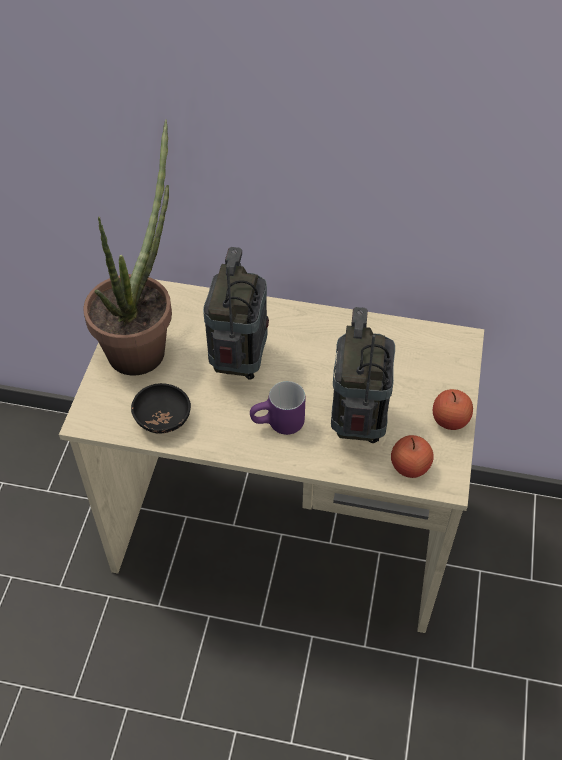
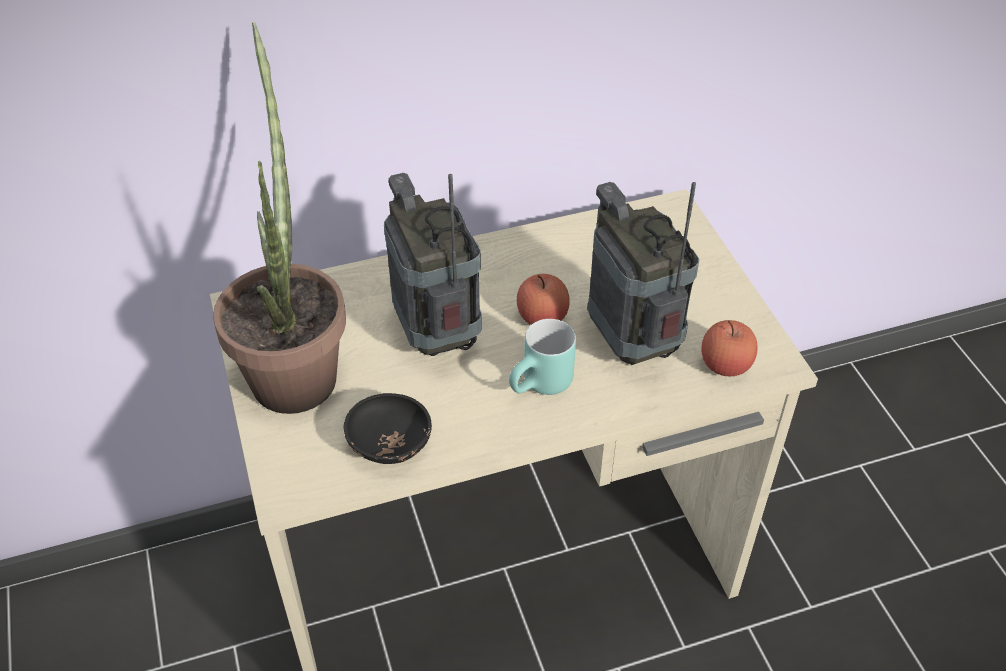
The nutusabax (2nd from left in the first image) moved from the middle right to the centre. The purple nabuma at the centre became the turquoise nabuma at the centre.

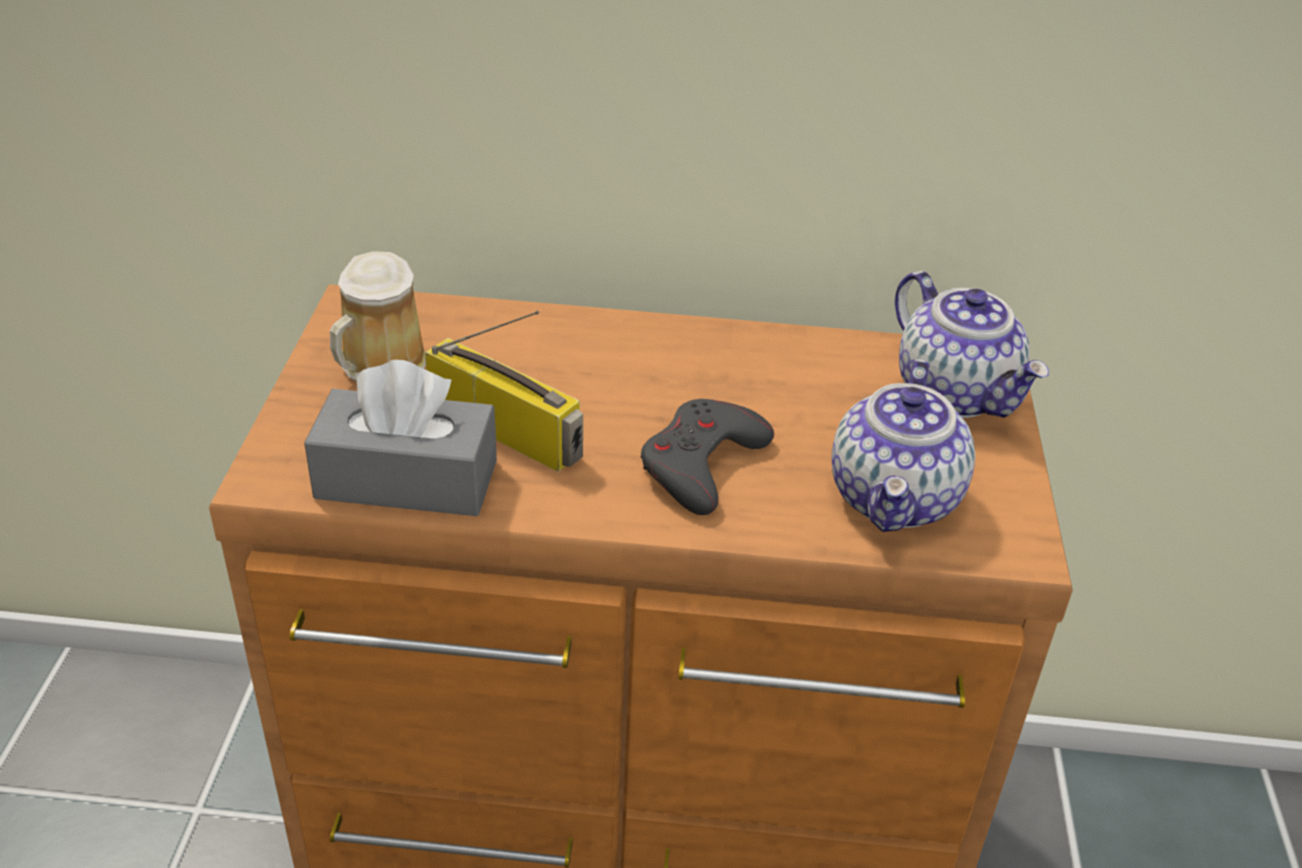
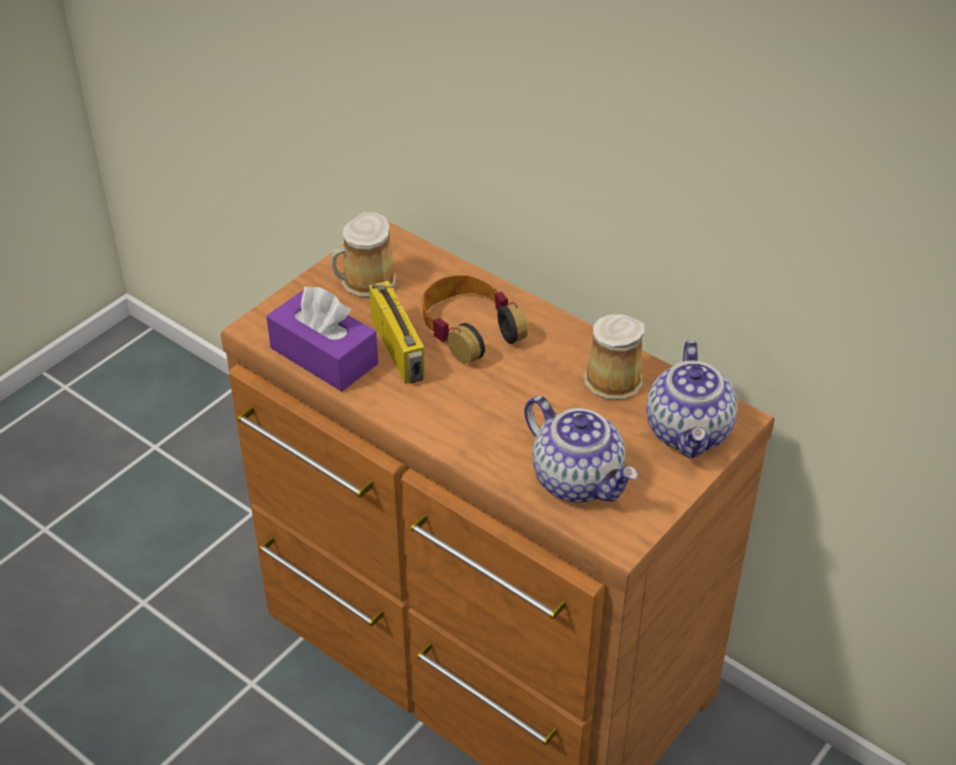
The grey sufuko at the centre disappeared. The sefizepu at the centre appeared. The nabuma (2nd from left) at the centre appeared. The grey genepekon at the middle left became the purple genepekon at the centre. The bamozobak (1st from left) at the middle right turned 90 degrees counterclockwise.

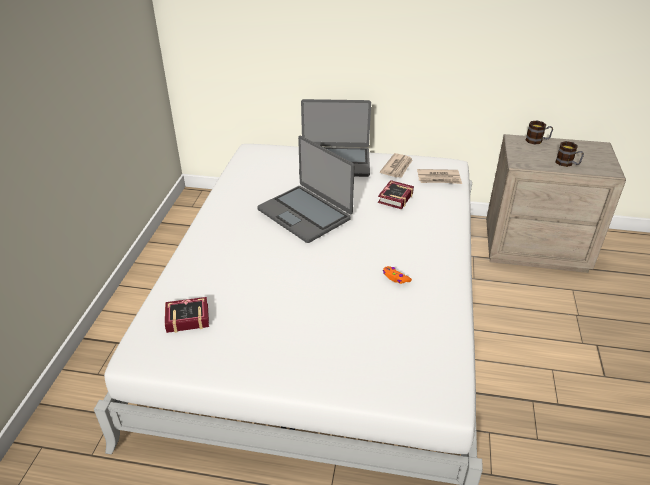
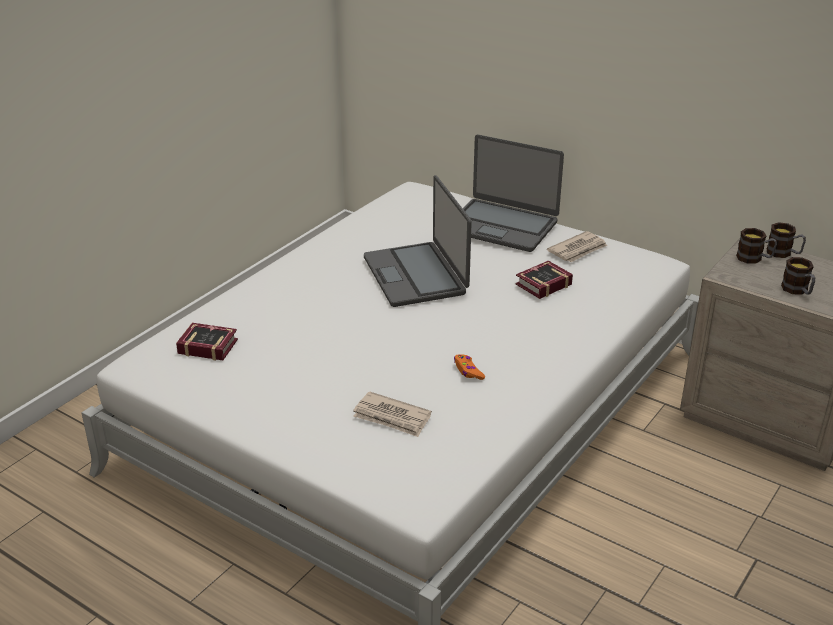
The nabuma (1st from left) at the middle right appeared. The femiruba (2nd from left in the first image) moved from the middle right to the centre.

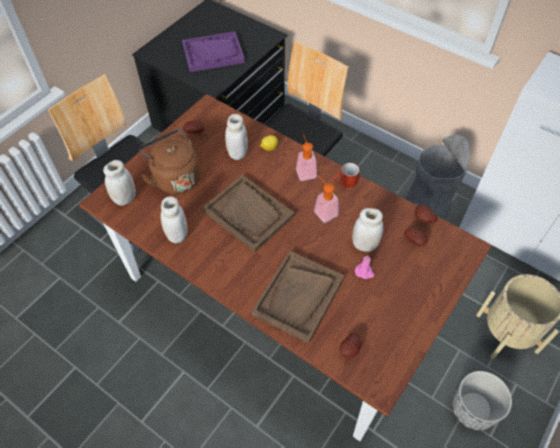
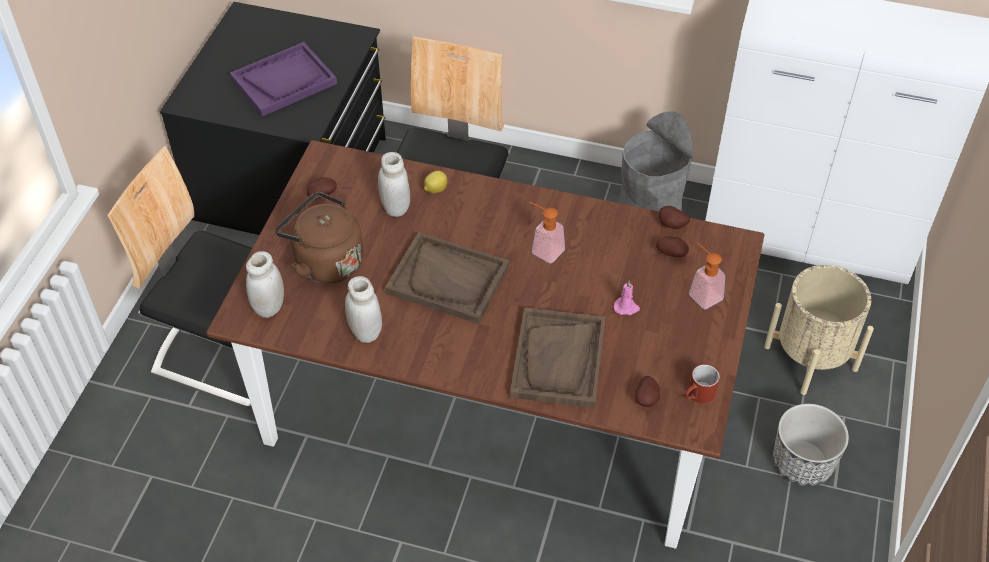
The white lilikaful (4th from left) at the centre disappeared. The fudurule (1st from left in the first image) moved from the centre to the middle right. The red nabuma moved from the centre to the bottom right.

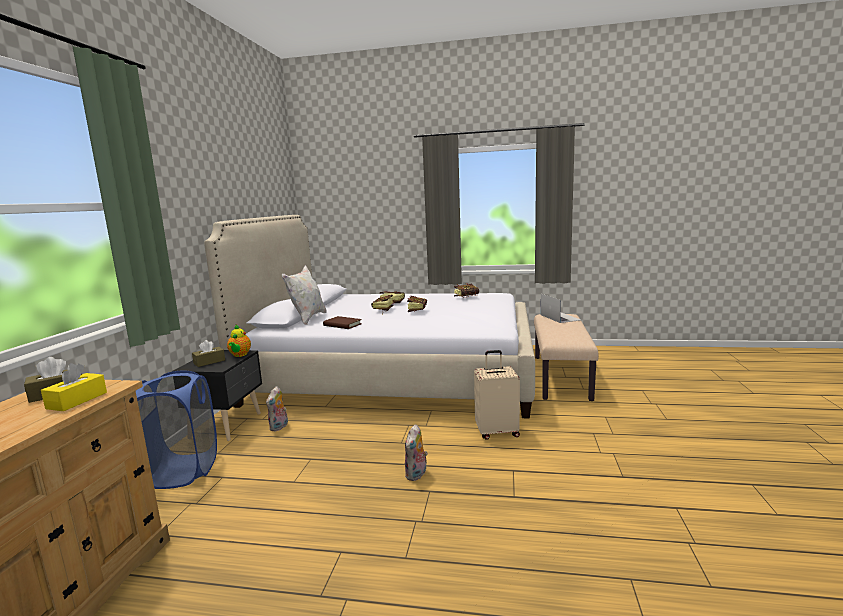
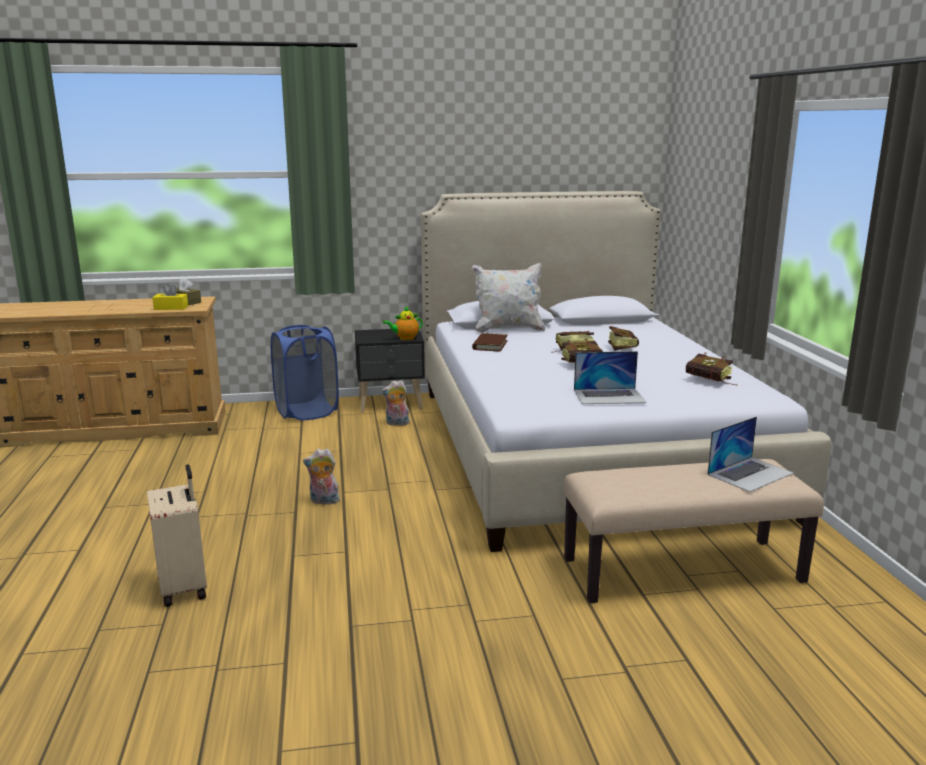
The brown genepekon (2nd from left) at the middle left disappeared. The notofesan (1st from left) at the centre appeared. The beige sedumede moved from the centre to the bottom left.

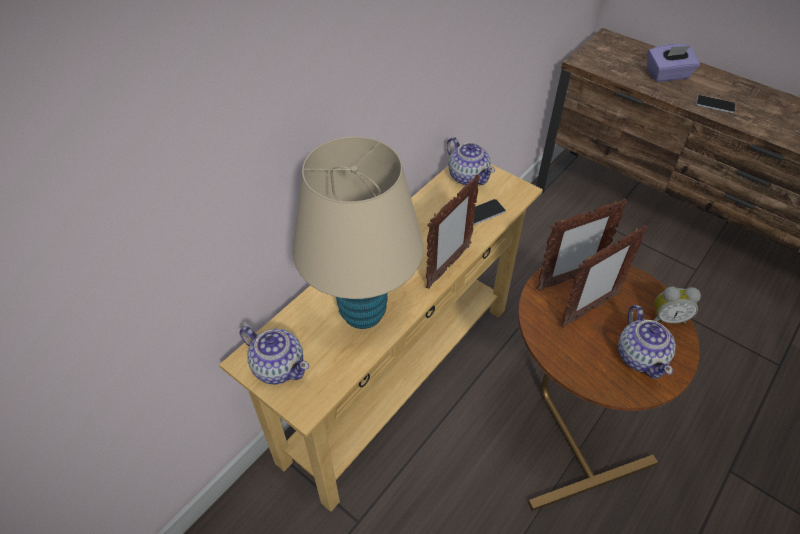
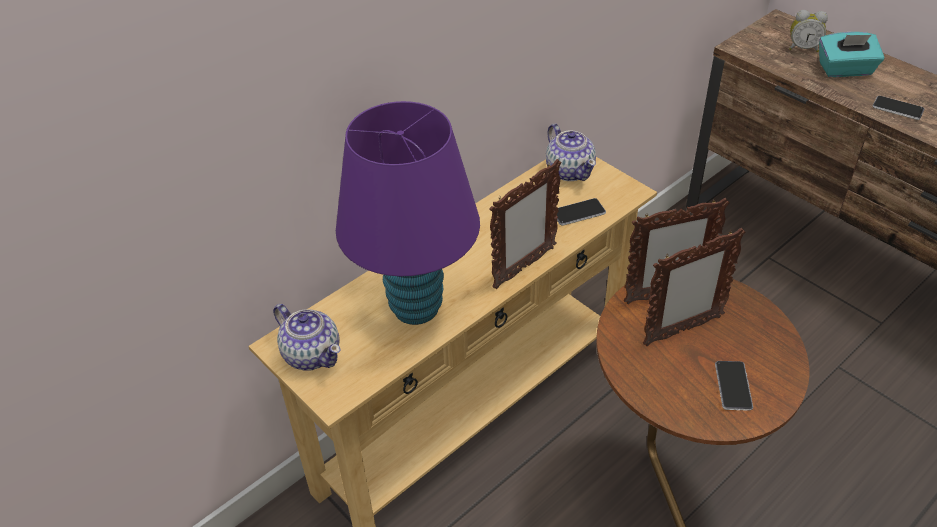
The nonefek moved from the middle right to the top right. The bamozobak (3rd from left) at the middle right was replaced by the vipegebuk (2nd from left) at the bottom right. The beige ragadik at the centre became the purple ragadik at the centre. The purple genepekon at the top right became the turquoise genepekon at the top right.

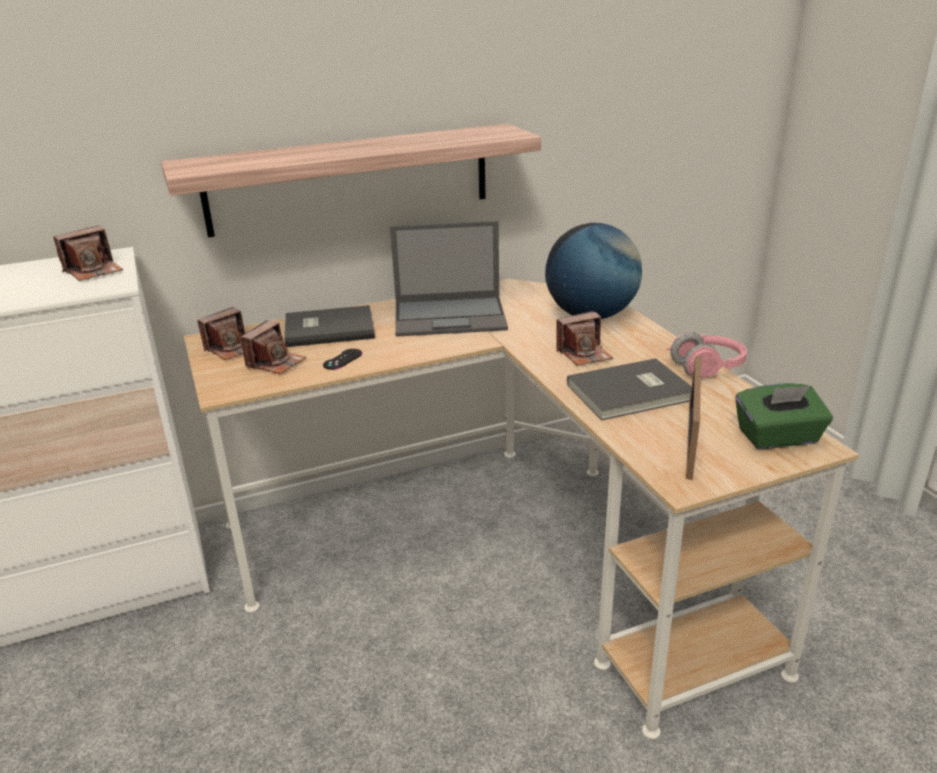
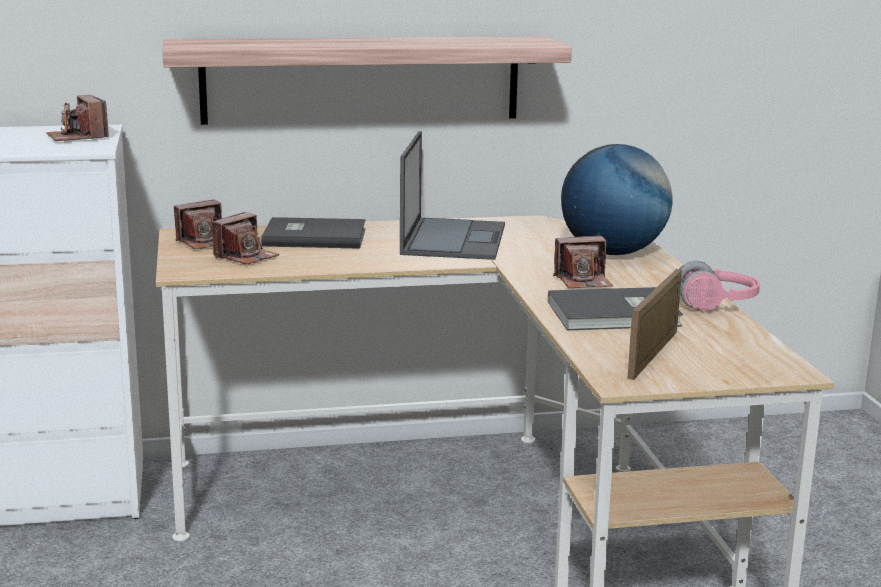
The black sufuko at the centre disappeared. The green genepekon at the middle right disappeared. The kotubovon (1st from left) at the top left turned 90 degrees clockwise. The notofesan at the centre turned 90 degrees counterclockwise.

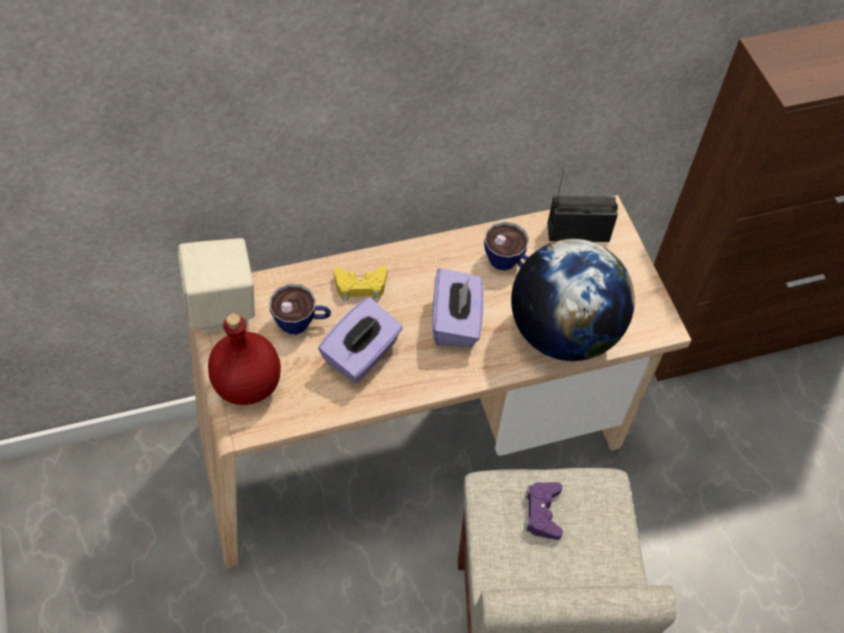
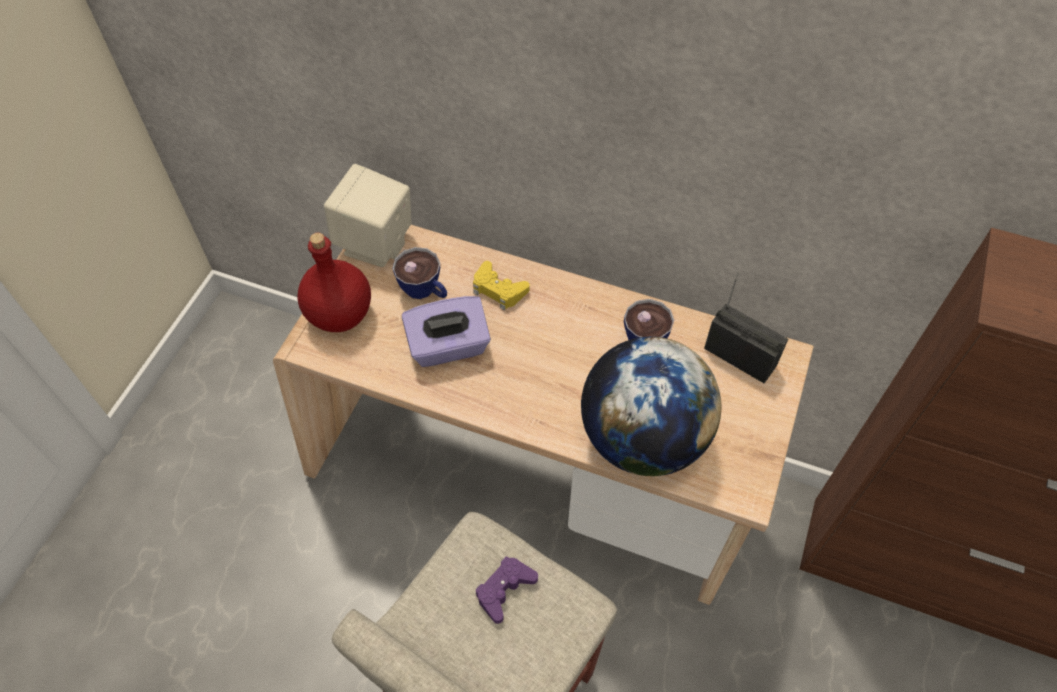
The purple genepekon (2nd from left) at the centre disappeared.

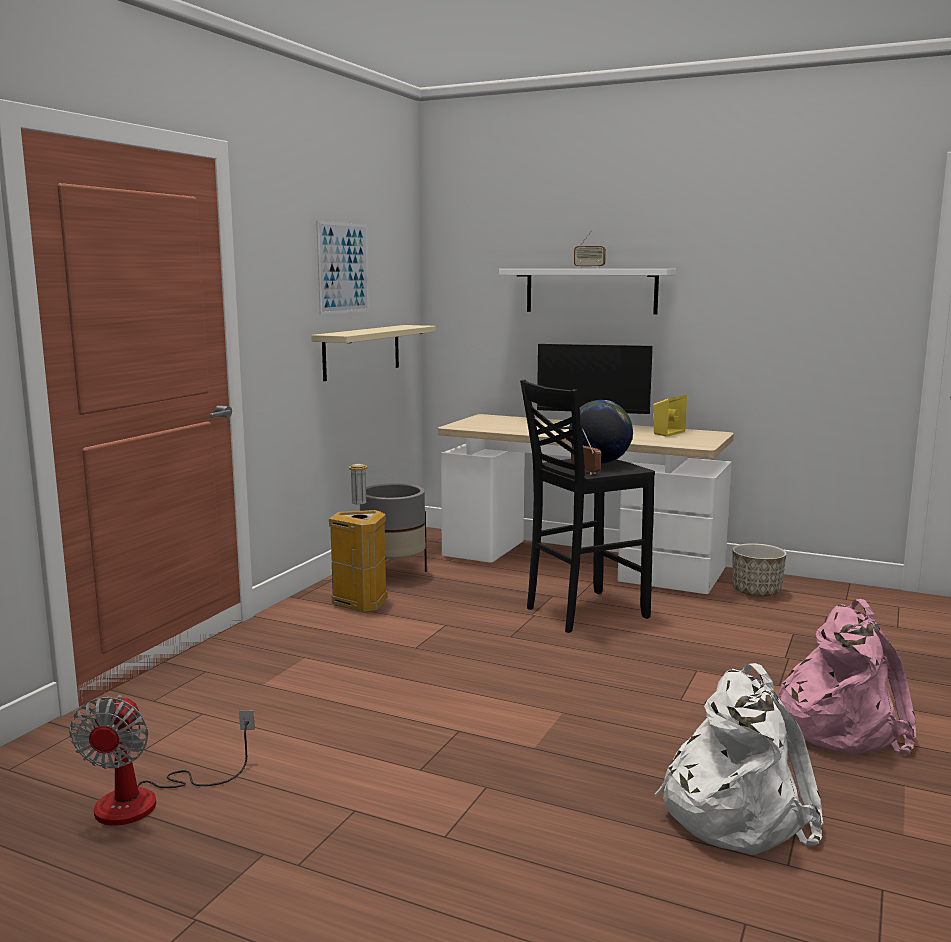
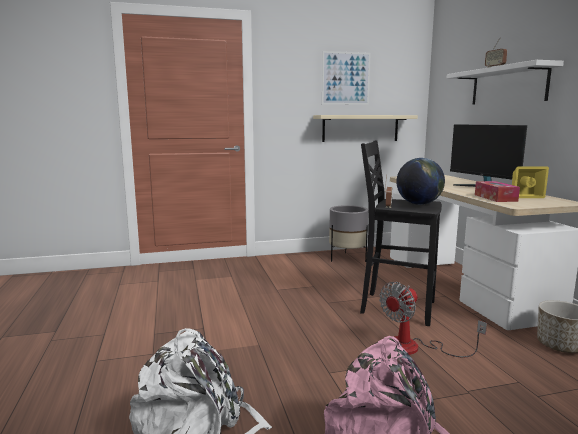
The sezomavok at the centre disappeared. The genepekon at the middle right appeared. The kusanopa moved from the bottom left to the bottom right.

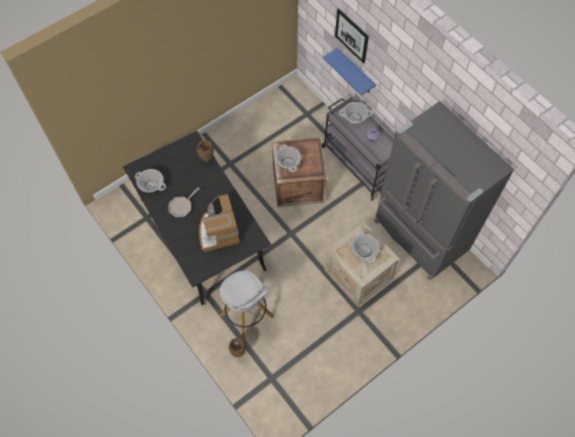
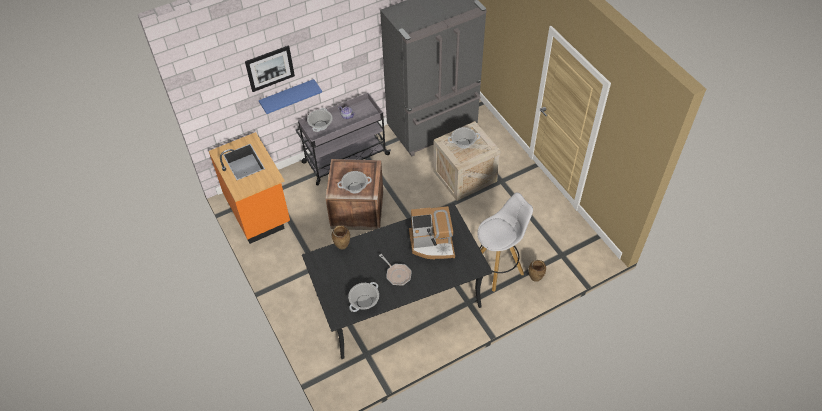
The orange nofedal at the middle left appeared.

